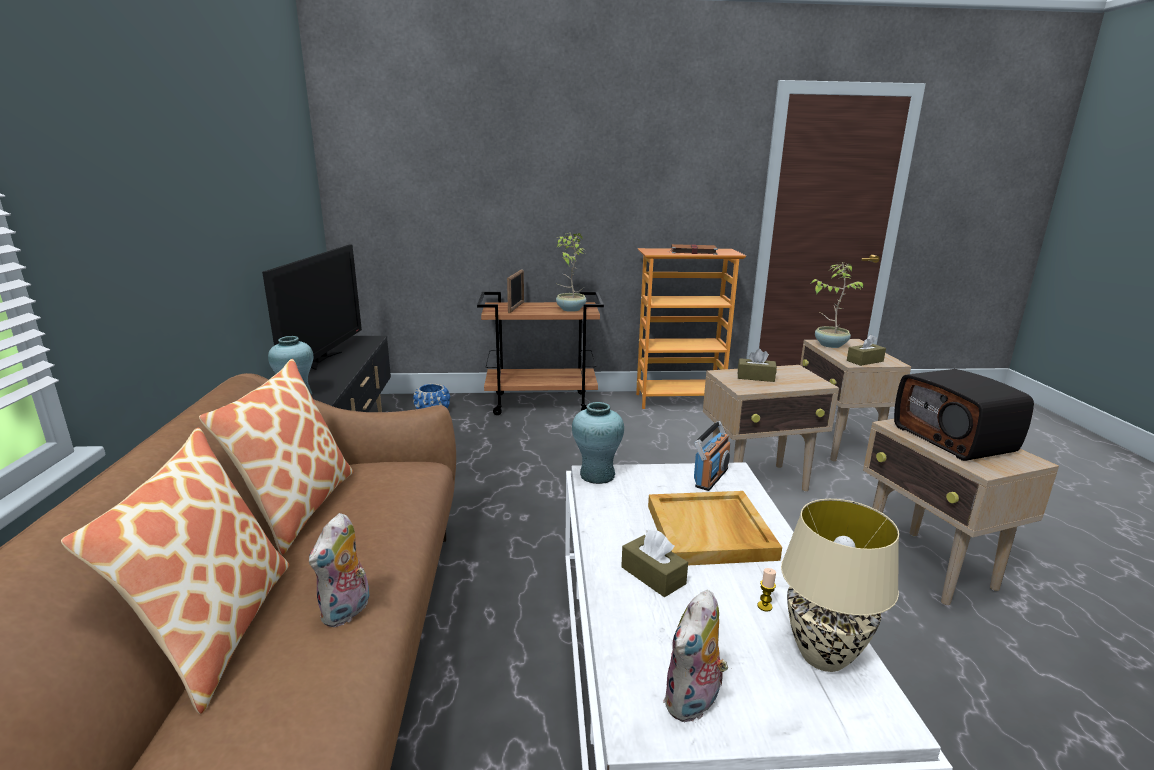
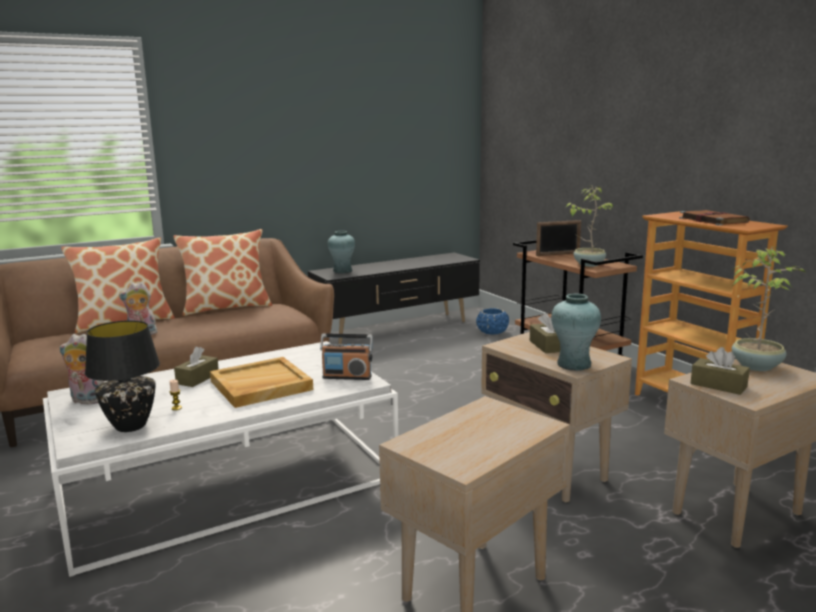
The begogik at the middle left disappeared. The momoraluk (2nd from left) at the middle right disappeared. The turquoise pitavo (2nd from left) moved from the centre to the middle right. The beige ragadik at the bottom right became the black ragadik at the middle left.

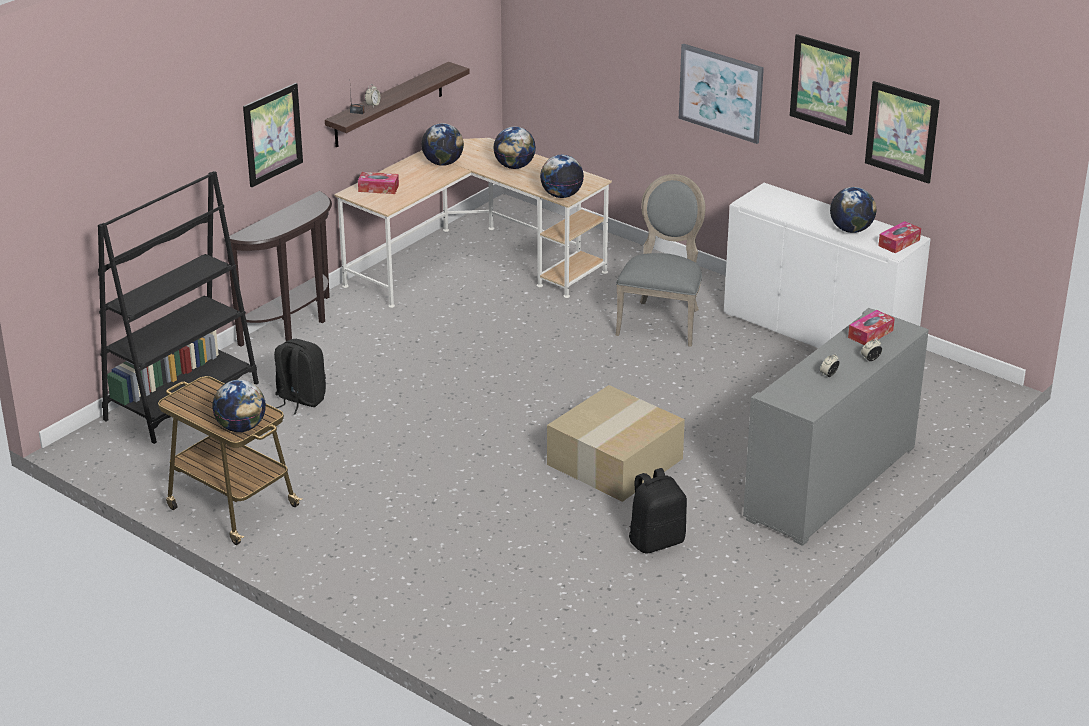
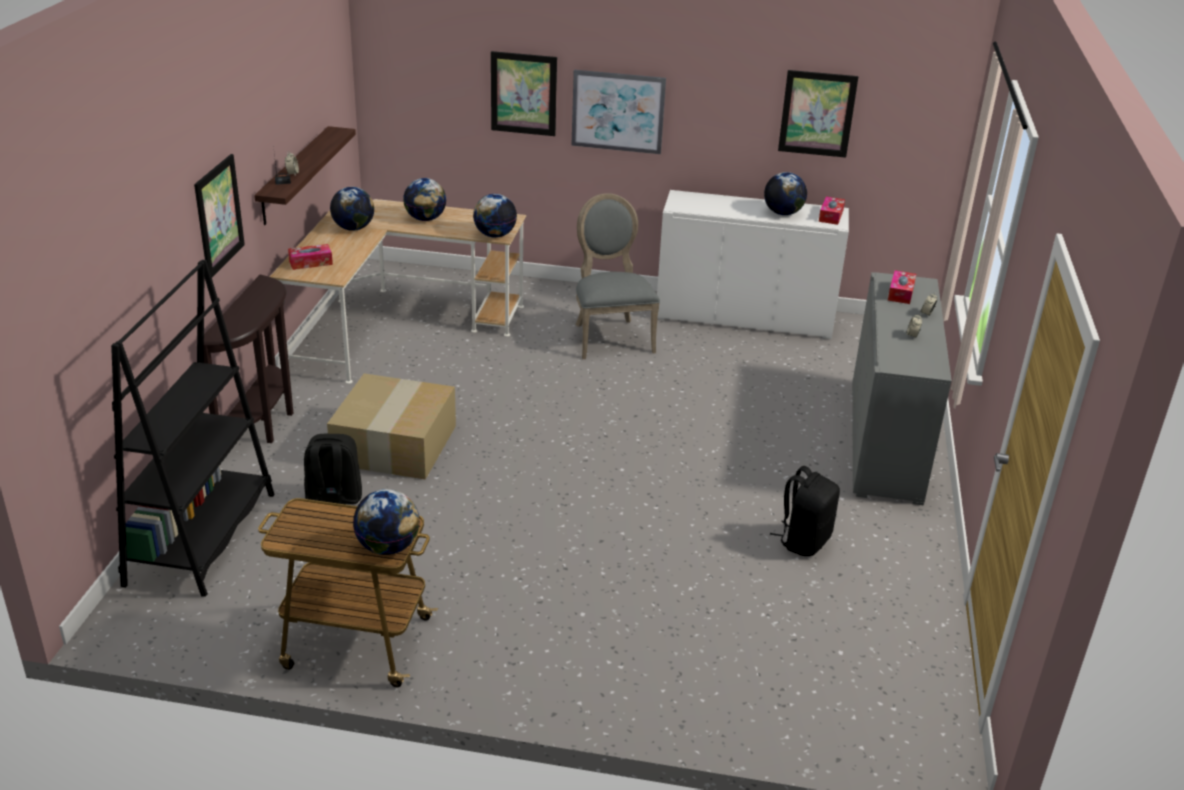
The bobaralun moved from the centre to the middle left. The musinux (3rd from left in the first image) moved from the top right to the top centre.

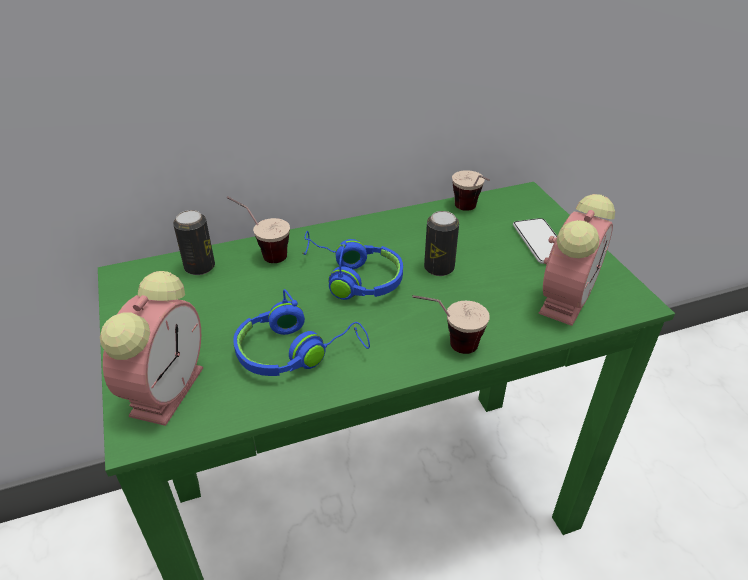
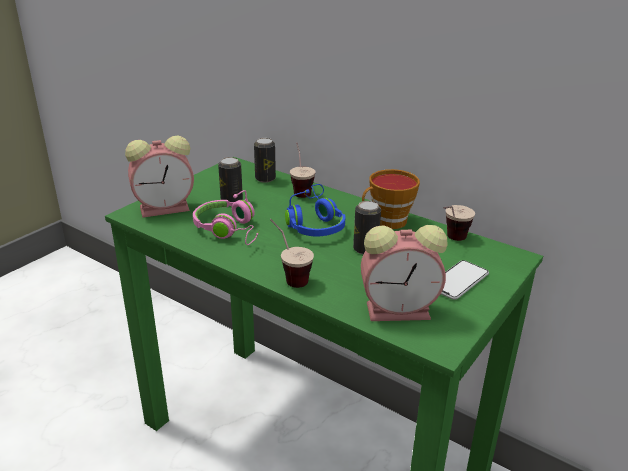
The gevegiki (1st from left) at the centre appeared. The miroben (3rd from left) at the centre appeared. The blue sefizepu (1st from left) at the centre became the pink sefizepu at the centre.

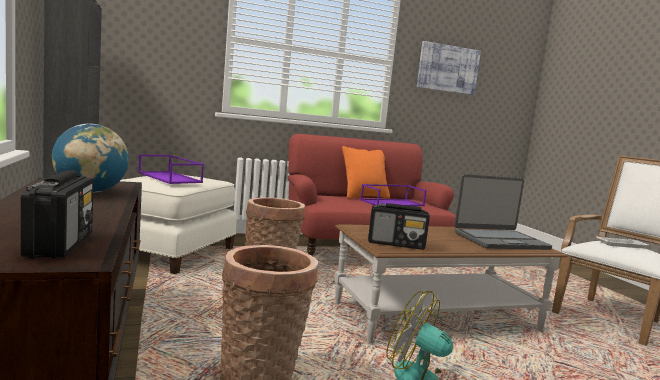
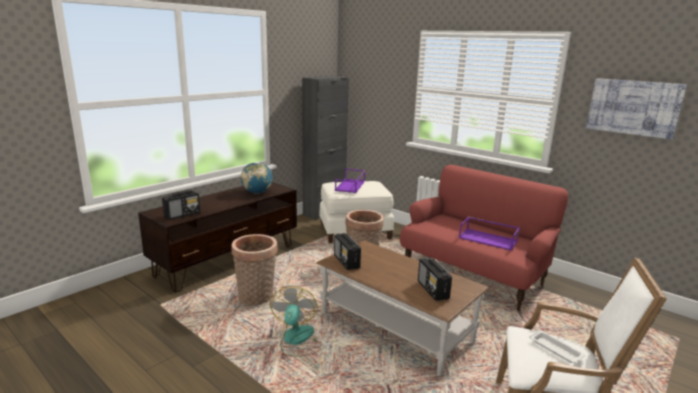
The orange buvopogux at the centre disappeared. The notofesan at the middle right was replaced by the momoraluk (3rd from left) at the bottom centre.

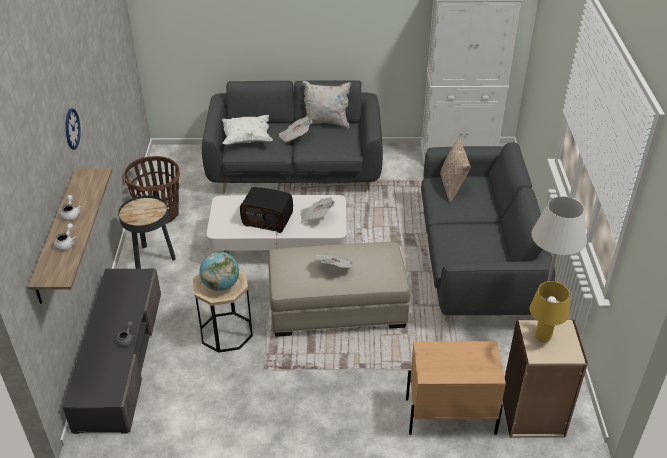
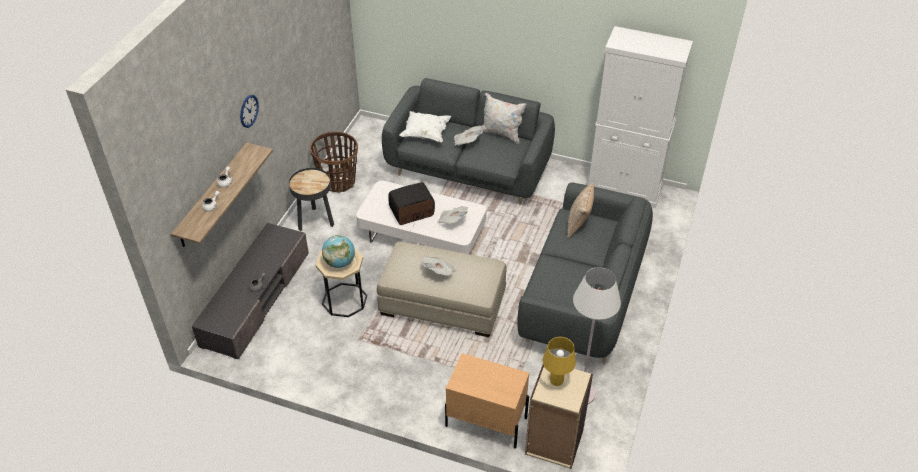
The momoraluk at the centre turned 120 degrees clockwise.

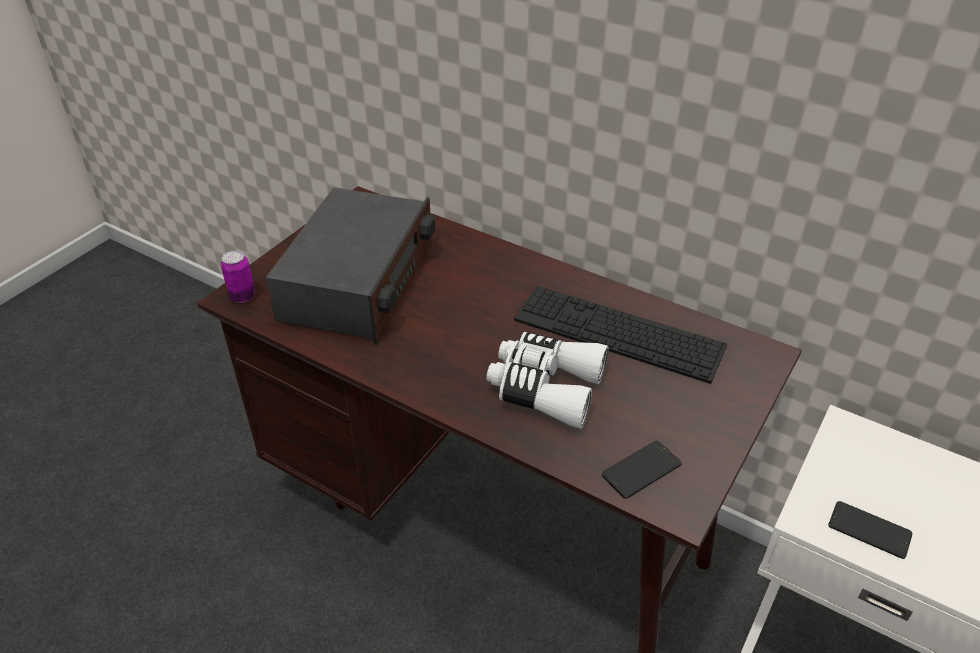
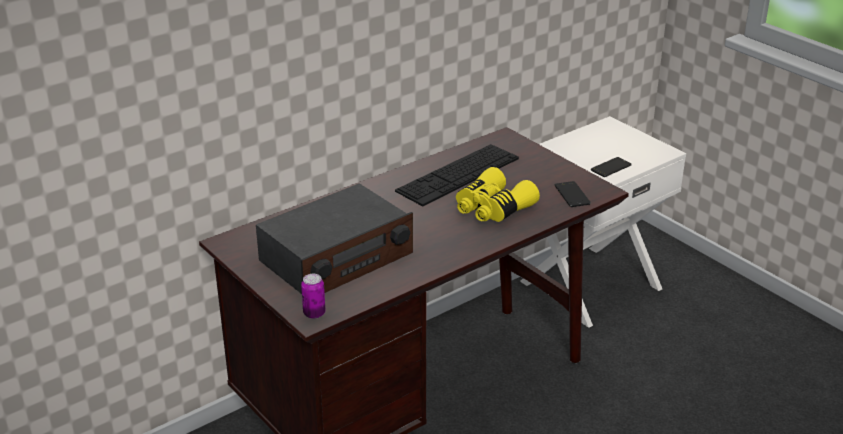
The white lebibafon at the centre became the yellow lebibafon at the centre. The momoraluk at the centre turned 105 degrees clockwise.

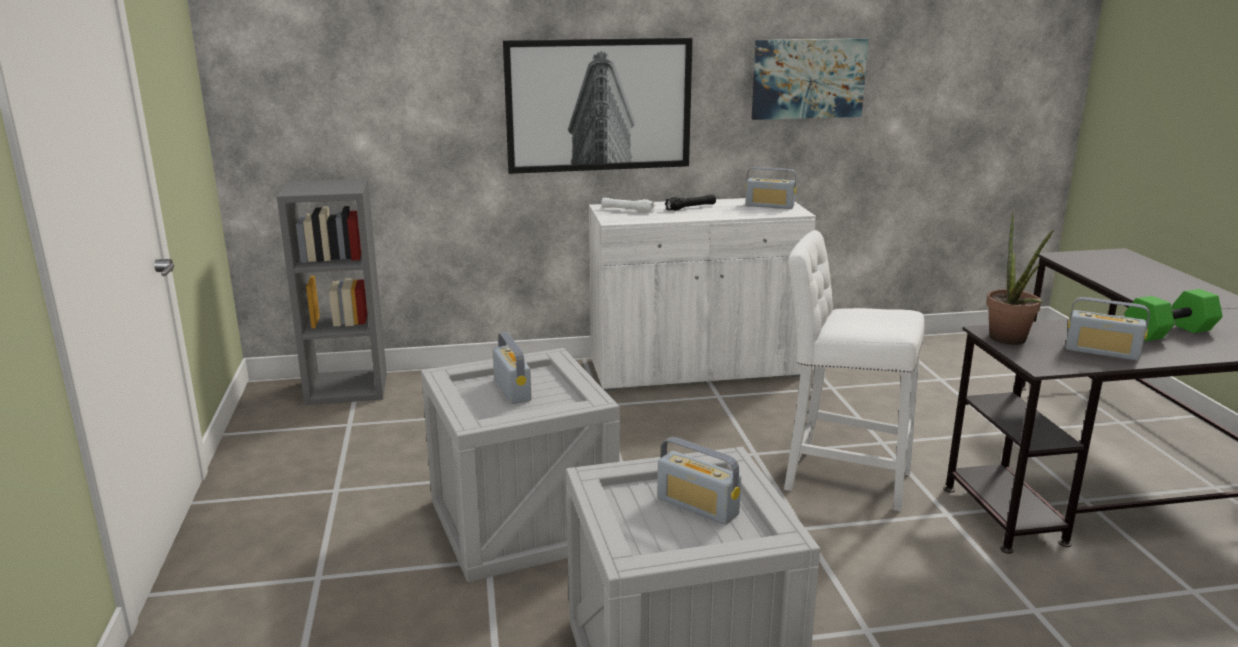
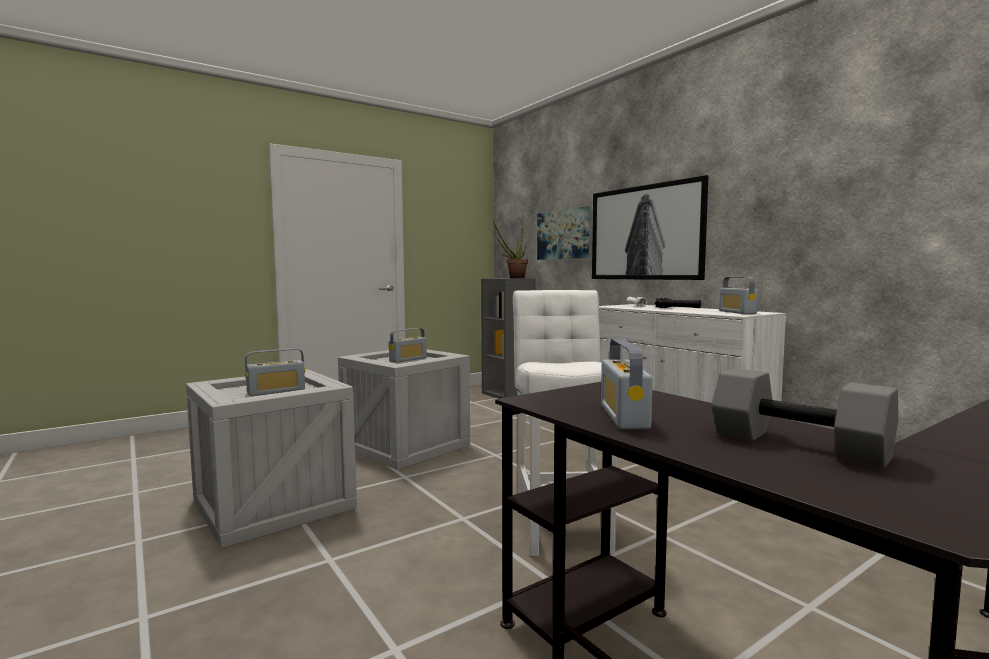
The musinux (2nd from left in the first image) moved from the top centre to the centre. The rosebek moved from the middle right to the centre. The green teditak at the middle right became the grey teditak at the middle right. The momoraluk (2nd from left in the first image) at the bottom centre turned 135 degrees counterclockwise.

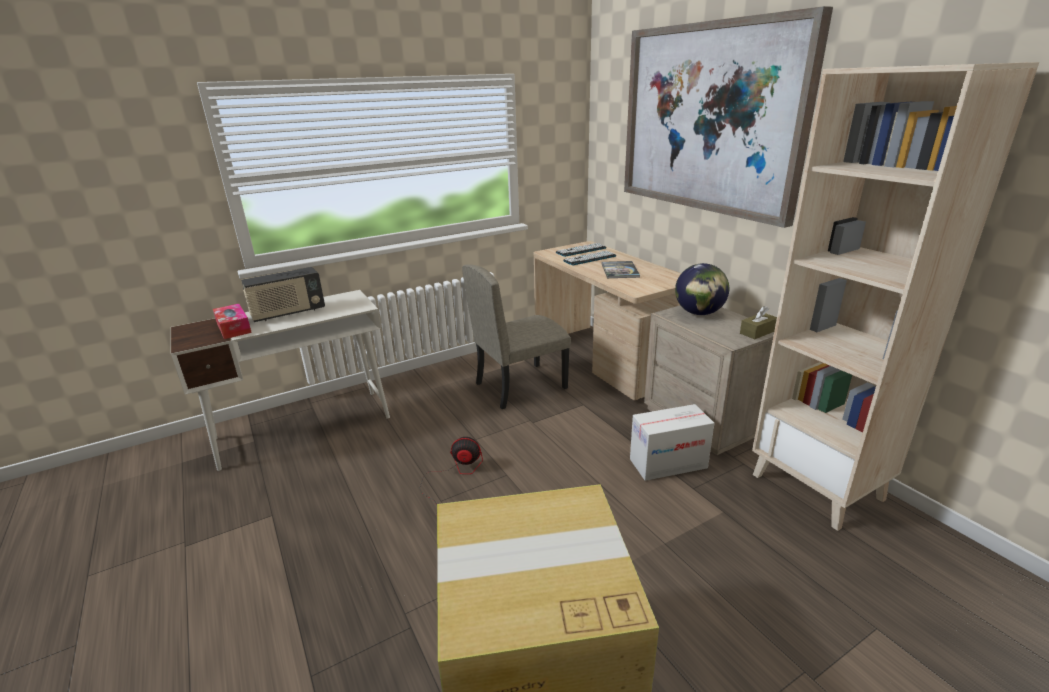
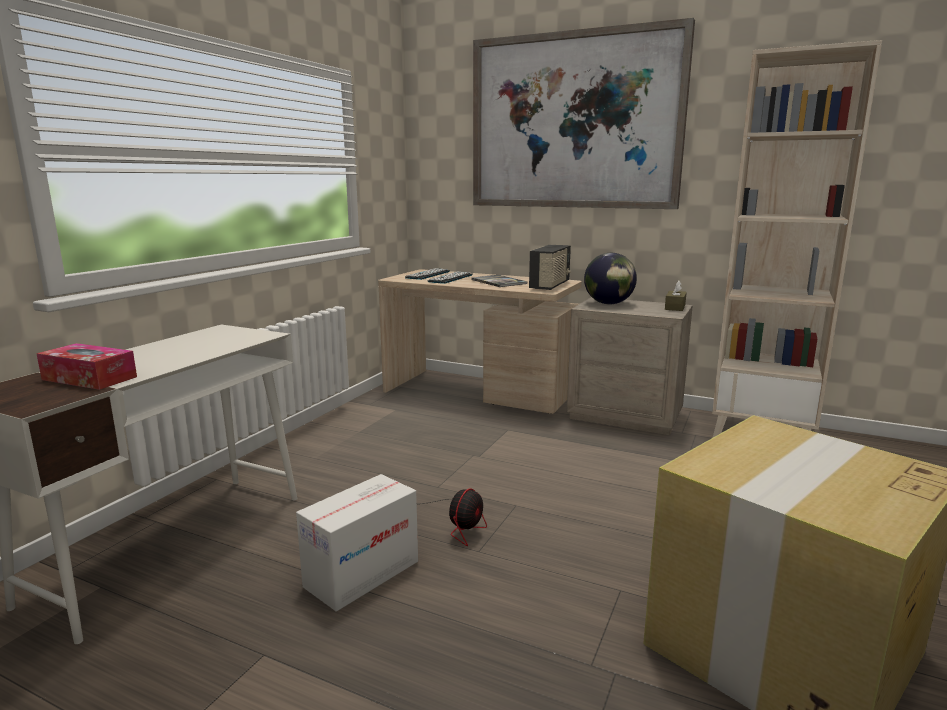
The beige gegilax at the centre disappeared. The momoraluk moved from the middle left to the centre. The bobaralun (2nd from left in the first image) moved from the centre to the bottom centre. The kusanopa at the bottom centre turned 150 degrees clockwise.

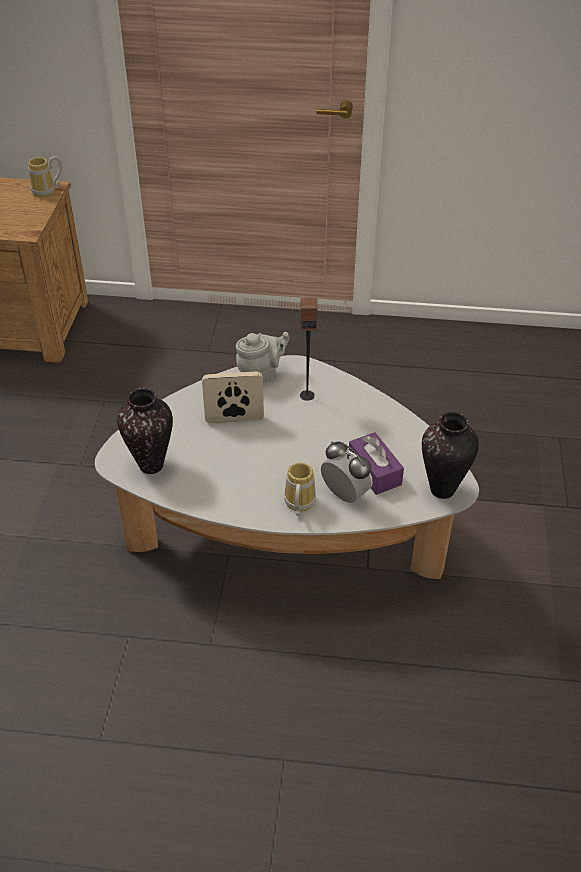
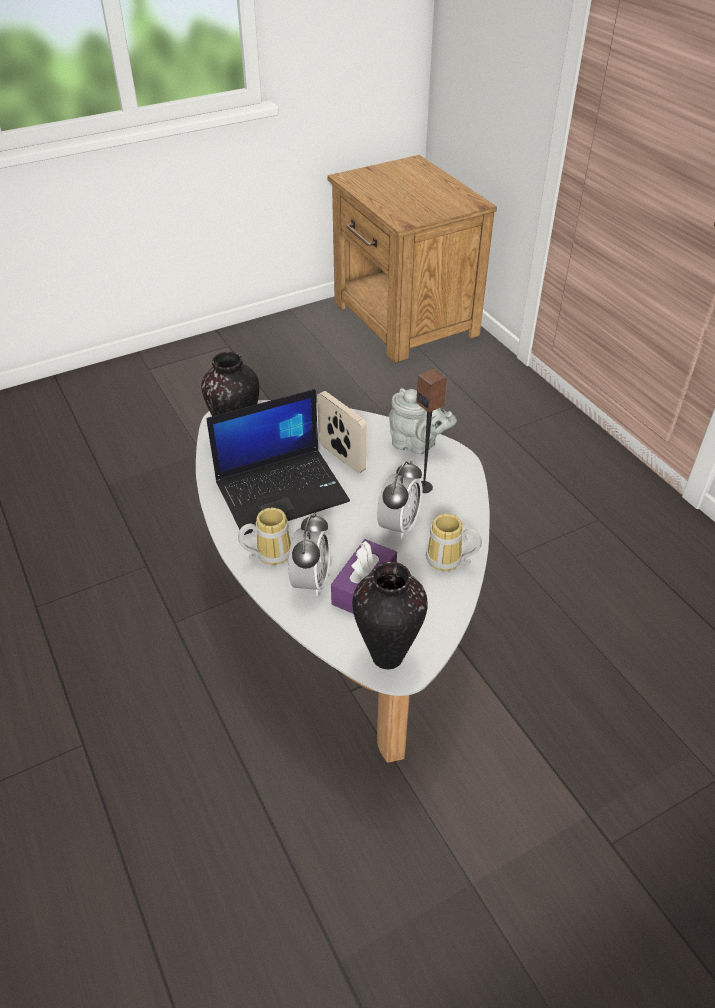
The notofesan at the centre appeared. The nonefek (2nd from left) at the centre appeared. The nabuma (1st from left in the first image) moved from the top left to the centre.

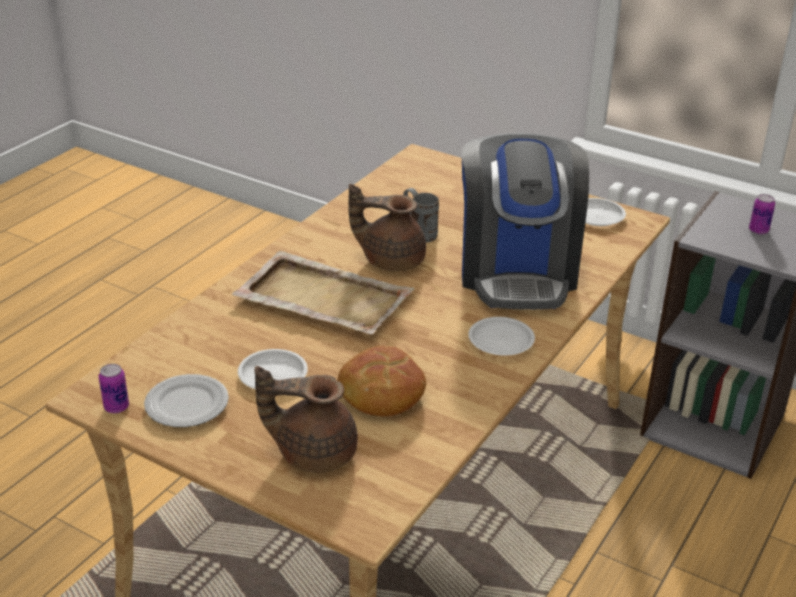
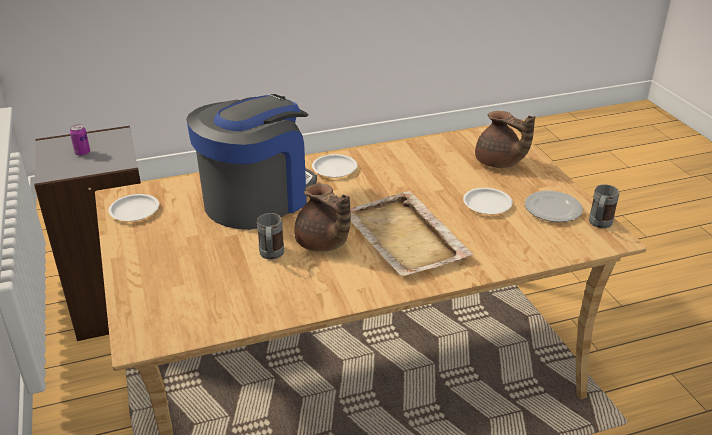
The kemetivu at the centre disappeared. The gevegiki (1st from left) at the middle left was replaced by the grey nabuma (2nd from left) at the middle right.

